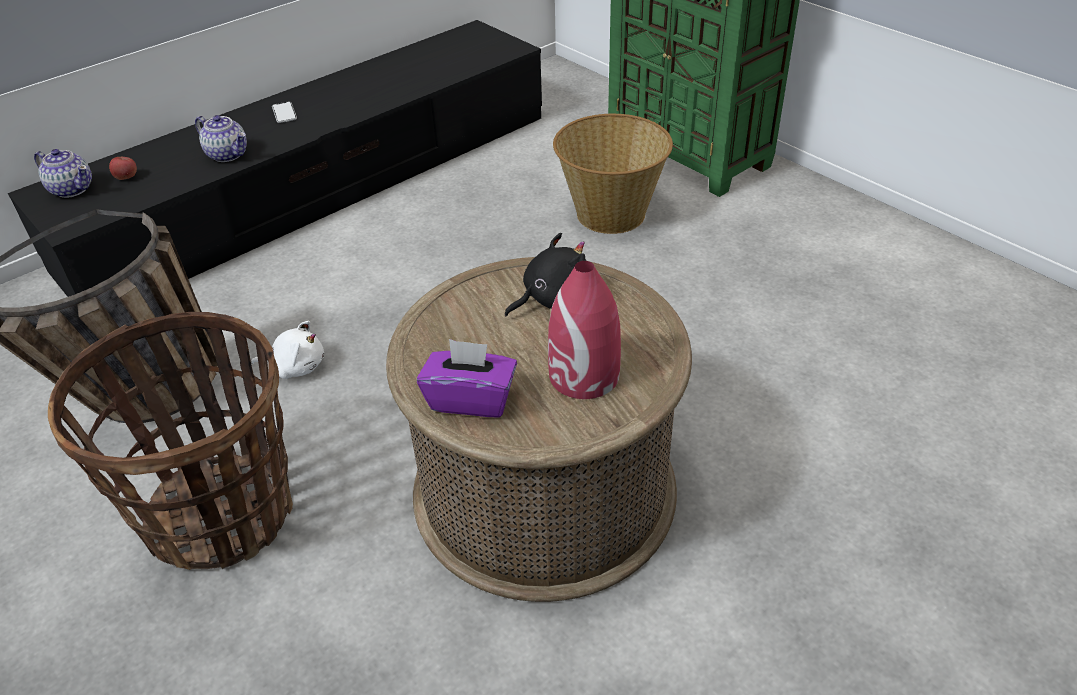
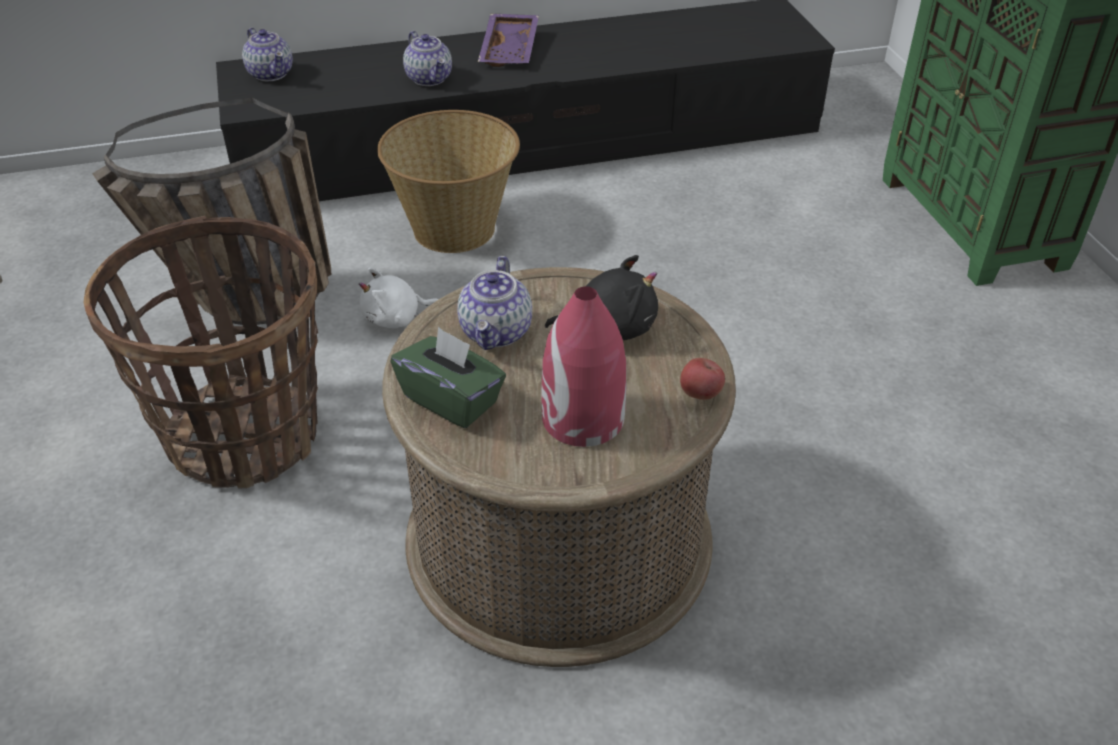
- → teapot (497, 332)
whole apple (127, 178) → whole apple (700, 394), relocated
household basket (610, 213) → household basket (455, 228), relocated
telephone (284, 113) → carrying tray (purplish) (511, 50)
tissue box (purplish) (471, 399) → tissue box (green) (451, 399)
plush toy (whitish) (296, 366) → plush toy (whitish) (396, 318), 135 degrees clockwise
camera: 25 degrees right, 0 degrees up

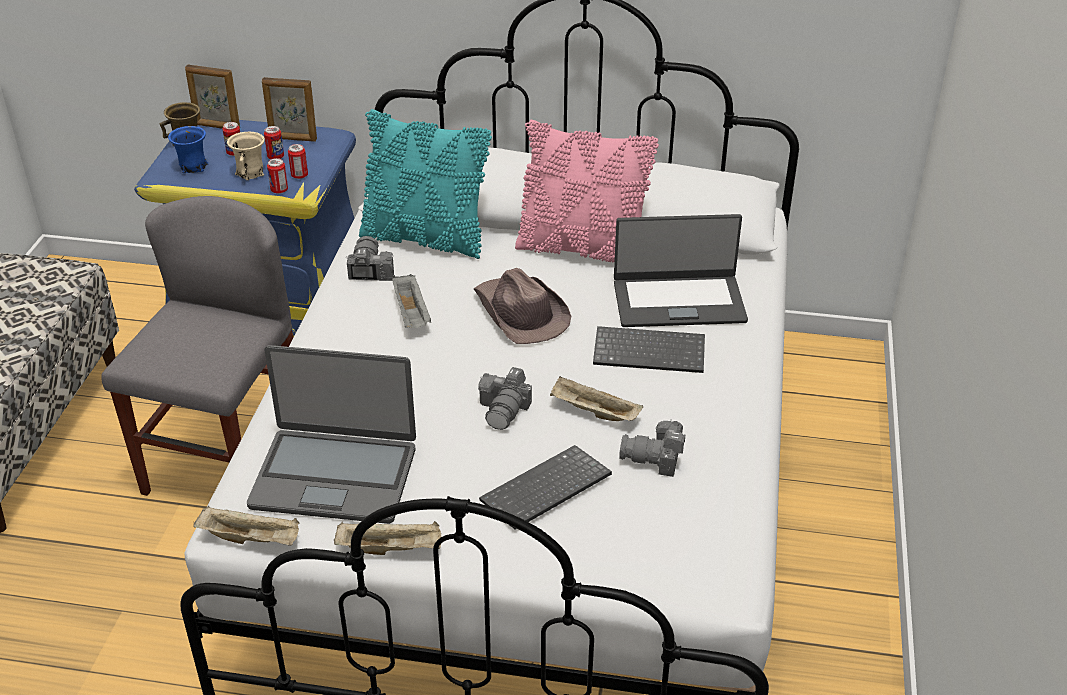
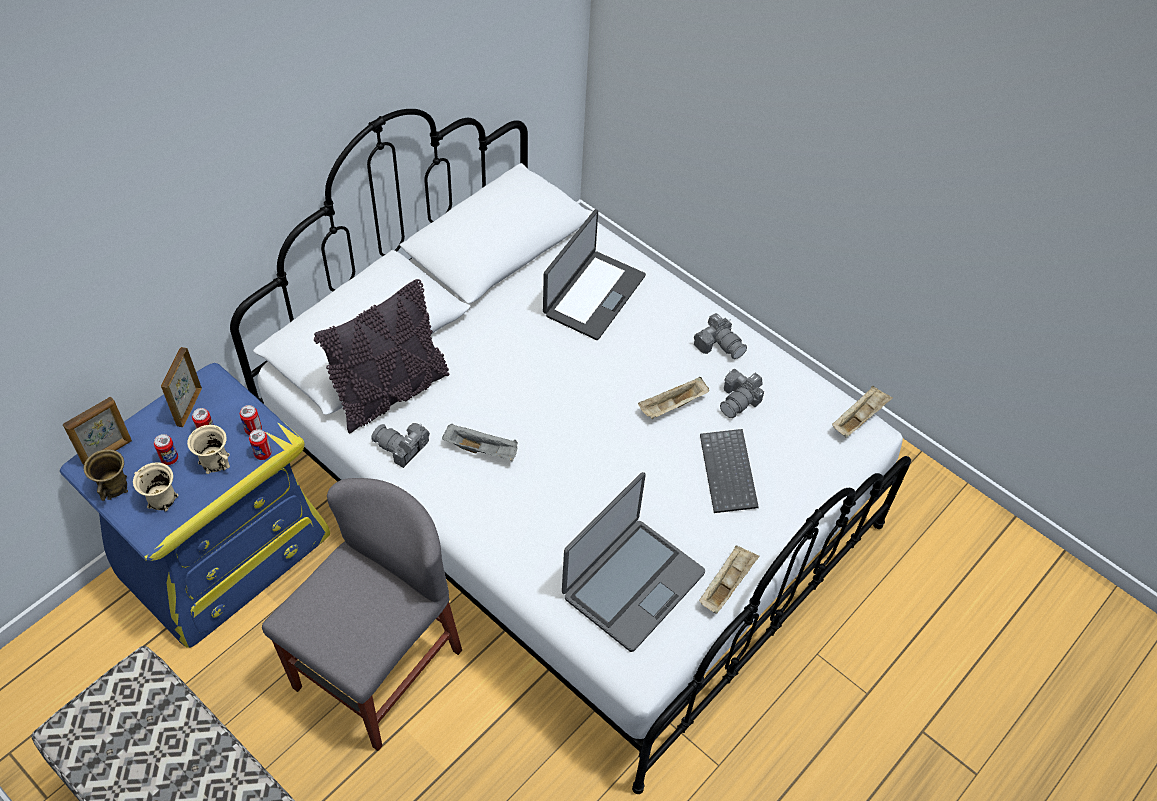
clothing hat (brownish) (520, 313) → -
throw pillow (pink) (583, 248) → -
computer keyboard (650, 351) → -
carrying tray (beige-coloured) (251, 538) → carrying tray (beige-coloured) (859, 418), relocated
photo camera (505, 409) → photo camera (719, 344), relocated
tea mug (blue-coloured) (192, 167) → tea mug (beige-coloured) (161, 499)
throw pillow (turquoise-coloured) (426, 238) → throw pillow (black) (390, 392)
upright chair (grey) (228, 459) → upright chair (grey) (377, 669), 75 degrees clockwise
standing frame (293, 139) → standing frame (188, 407), 150 degrees clockwise
camera: 60 degrees left, 15 degrees up

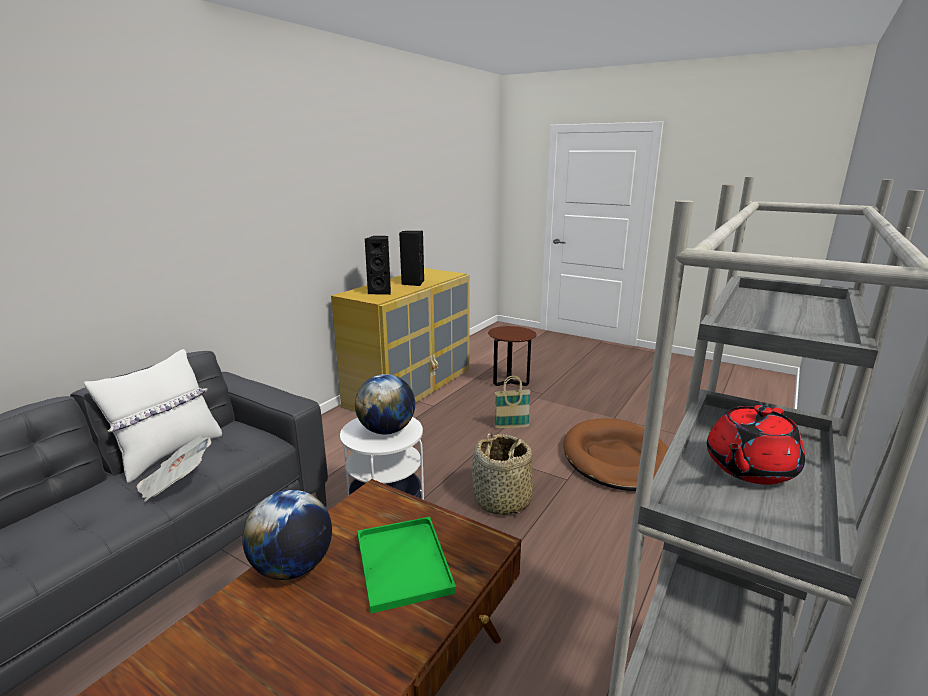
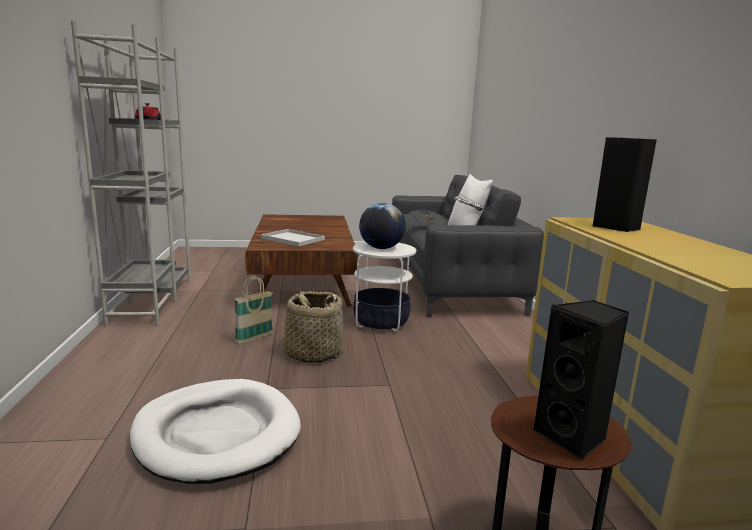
world globe (293, 567) → -
loudspeaker (black) (412, 283) → loudspeaker (black) (573, 438), relocated
household basket (511, 427) → household basket (254, 338), relocated
carrying tray (green) (401, 561) → carrying tray (whitish) (294, 239)
dog cushion (brownish) (616, 458) → dog cushion (whitish) (217, 434)
camera: 140 degrees right, 5 degrees down

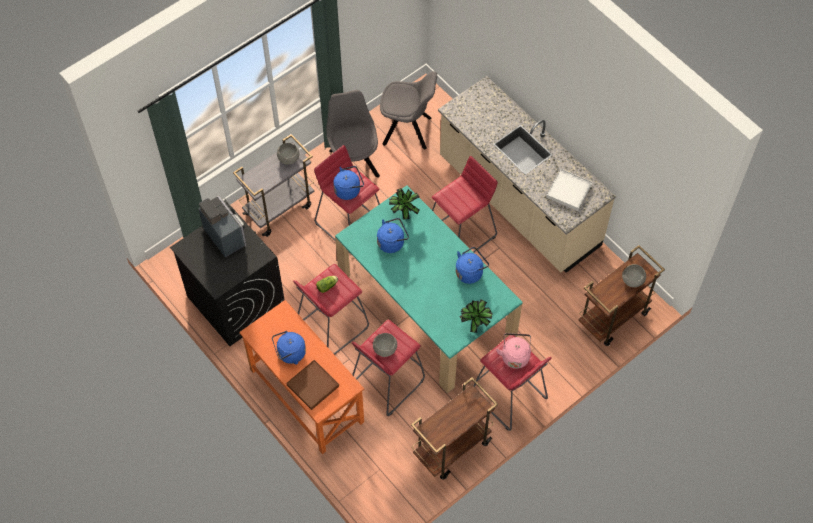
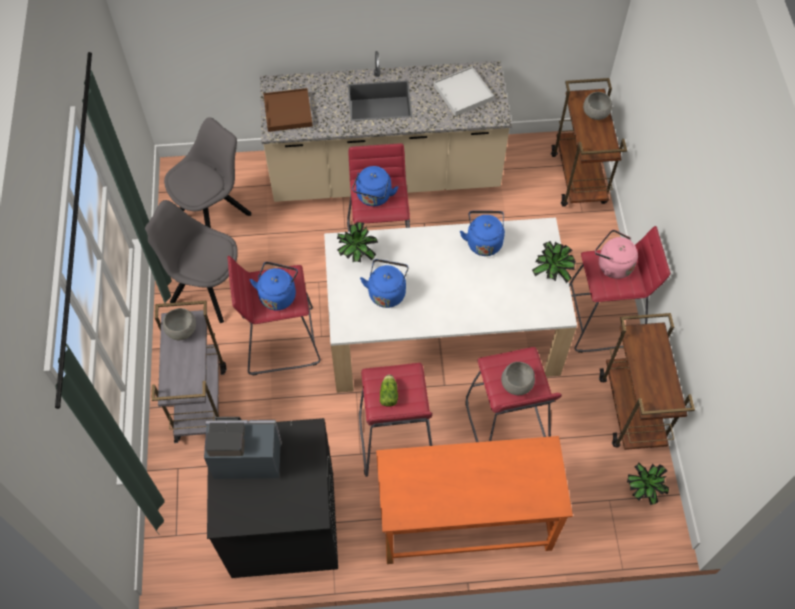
- → plant in a pot (642, 490)
kettle (blue-coloured) (290, 354) → kettle (blue-coloured) (373, 197), relocated
carrying tray (brownish) (313, 385) → carrying tray (brownish) (288, 112), relocated
kitchen table (turquoise-coloured) (426, 307) → kitchen table (whitish) (442, 332)
camera: 55 degrees left, 0 degrees up

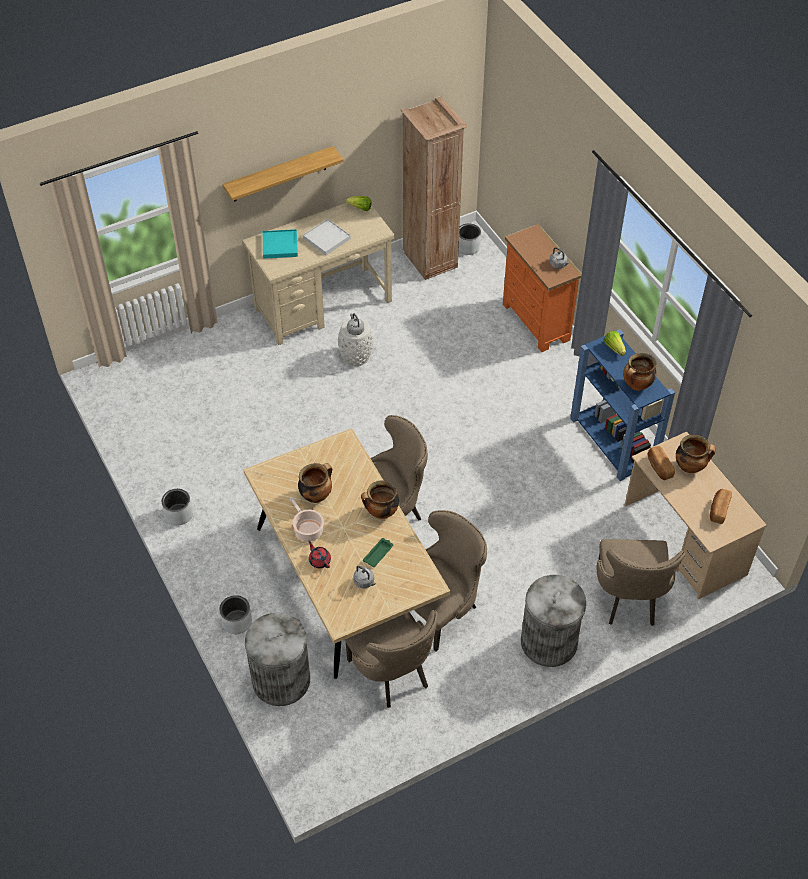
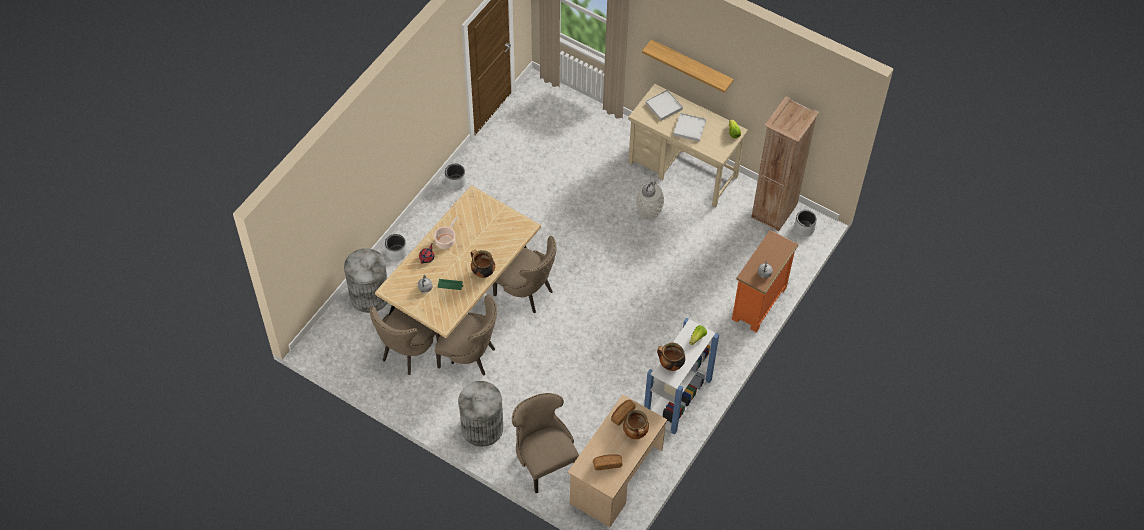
cooking pot (316, 495) → -
carrying tray (turquoise-coloured) (280, 245) → carrying tray (whitish) (664, 106)
shelving unit (blue-coloured) (613, 441) → shelving unit (whitish) (677, 398)
upright chair (beige-coloured) (629, 599) → upright chair (beige-coloured) (544, 461), 90 degrees clockwise
camera: 60 degrees right, 5 degrees up

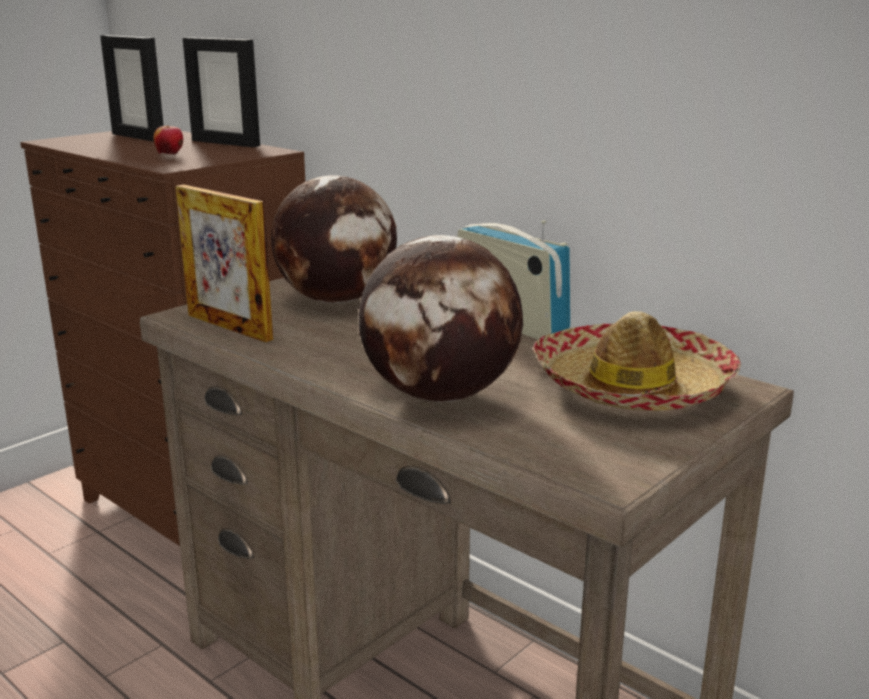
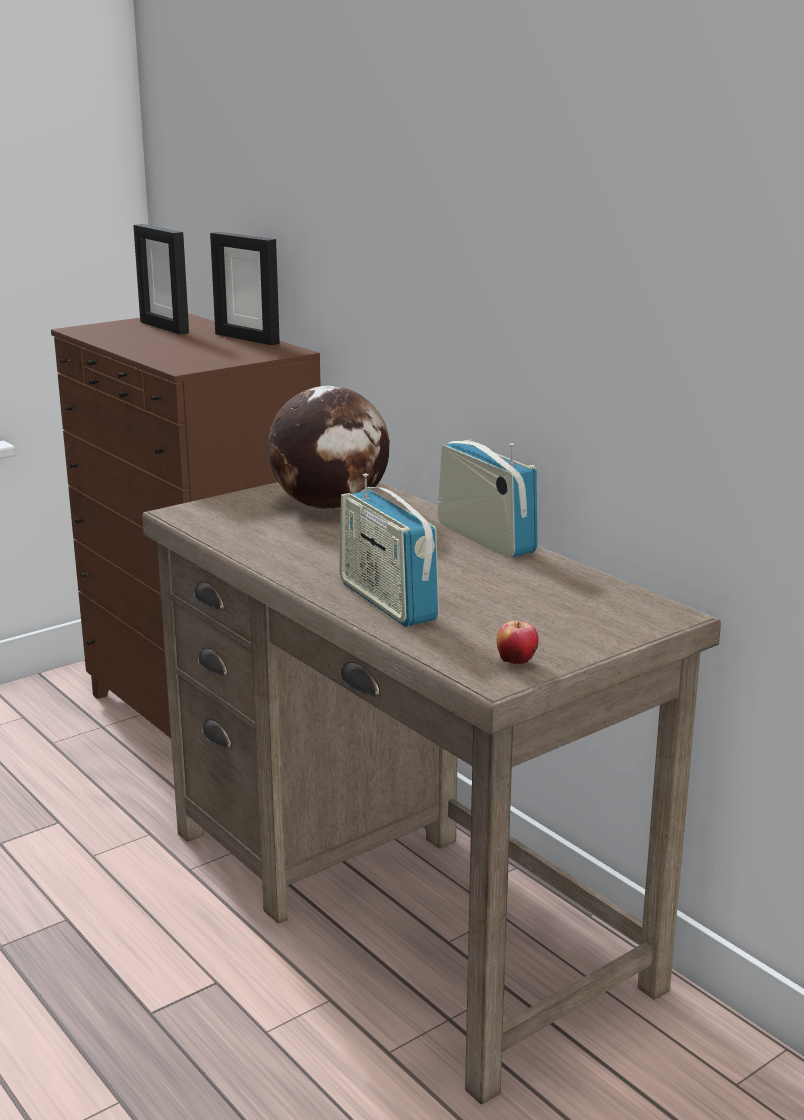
standing frame (229, 327) → -
clothing hat (632, 386) → -
whole apple (170, 155) → whole apple (516, 662), relocated
world globe (441, 395) → radio (387, 601)
camera: 10 degrees right, 0 degrees up

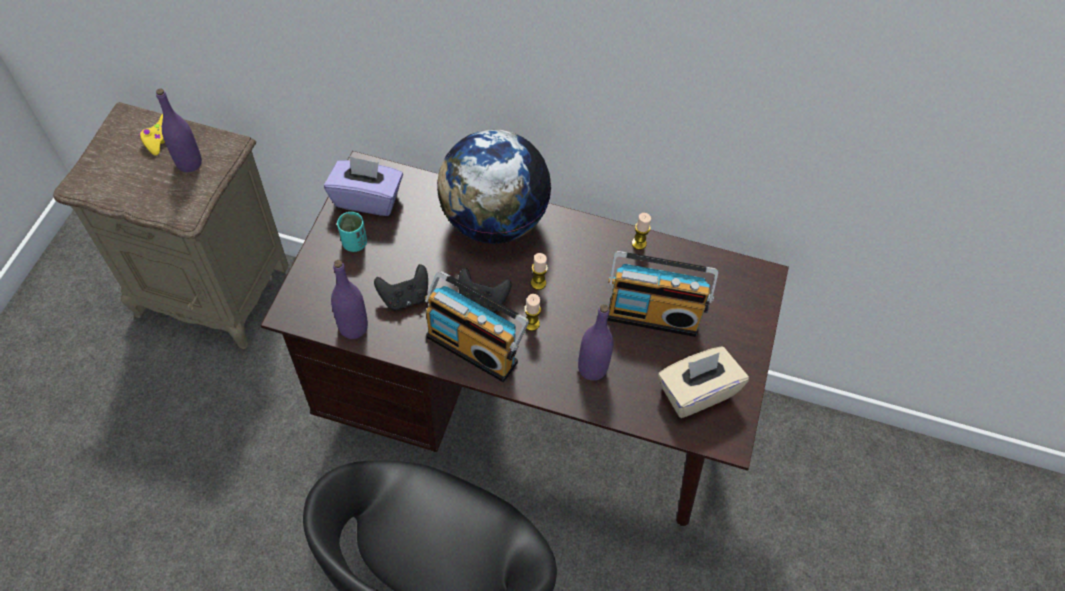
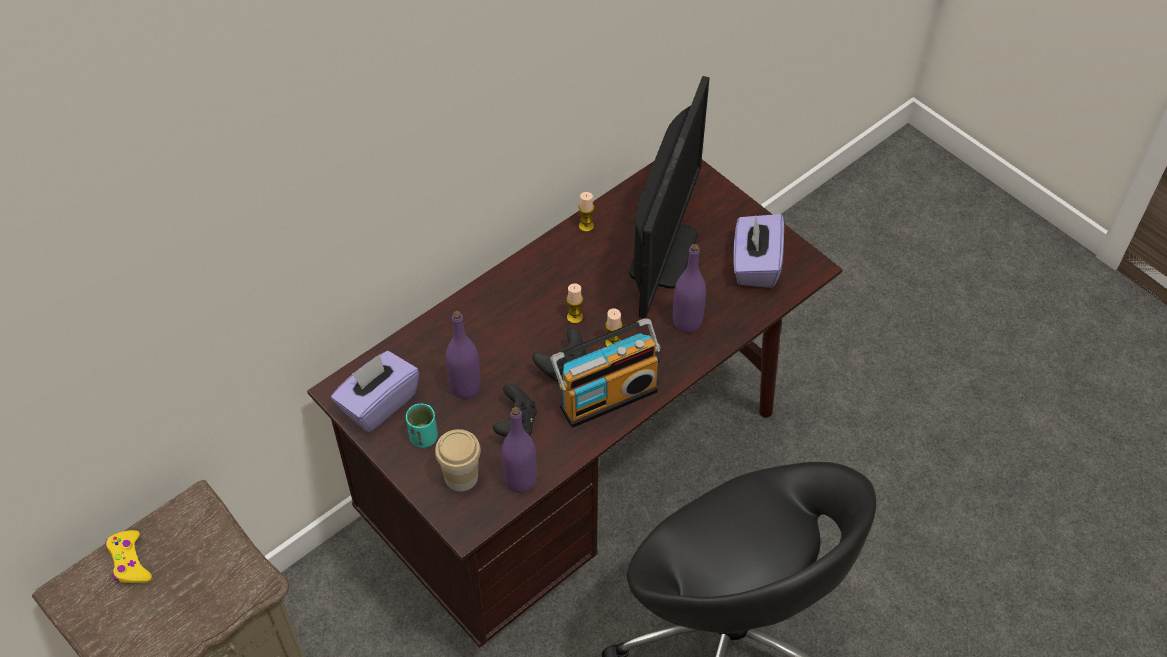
world globe (493, 220) → -
- → cup (461, 477)
bottle (purplish) (189, 163) → bottle (purplish) (465, 387), relocated
radio (653, 313) → computer display (663, 253)
tissue box (beige-coloured) (696, 391) → tissue box (purplish) (755, 265)
camera: 55 degrees left, 5 degrees down

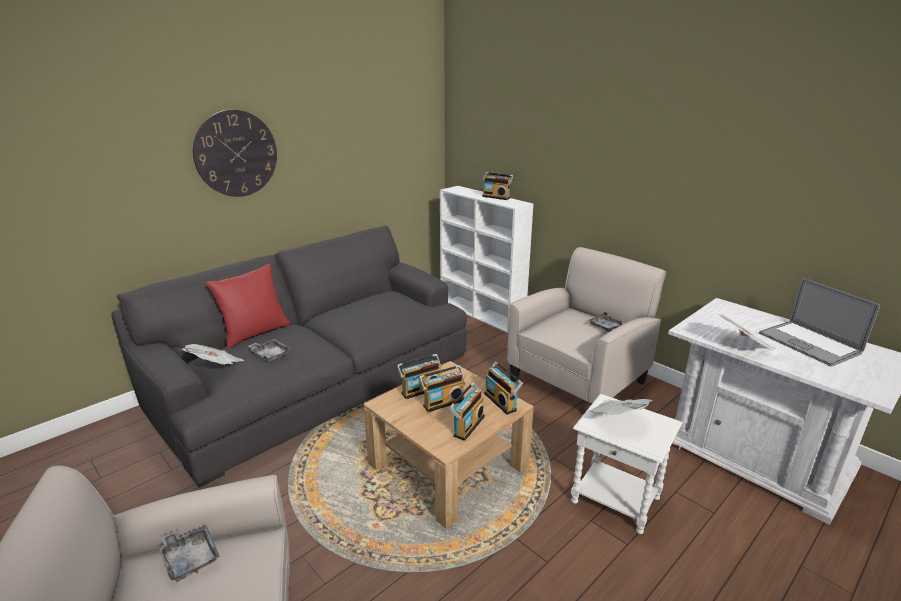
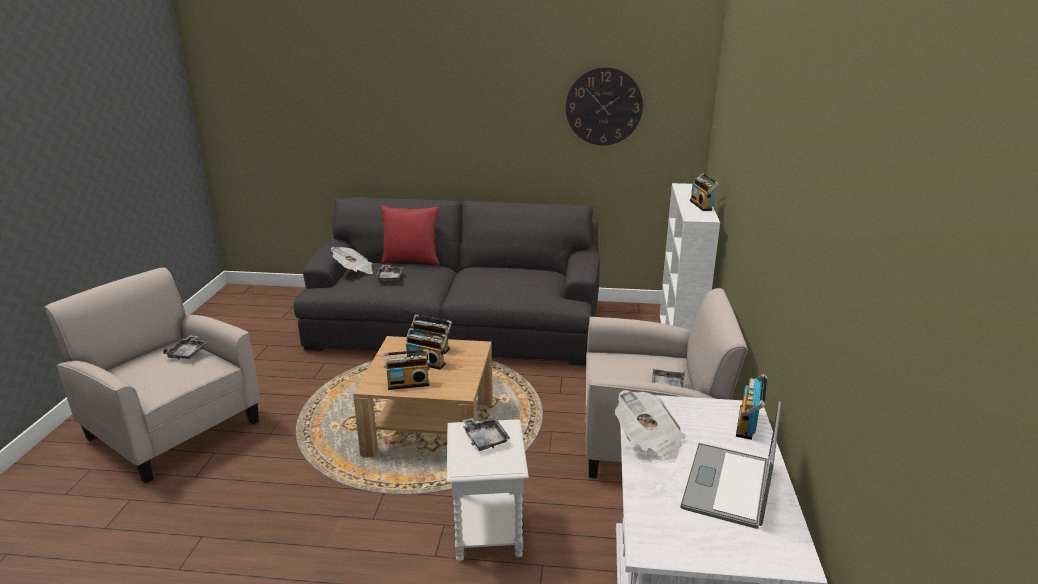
hanging clock (236, 154) → hanging clock (604, 106), relocated
radio (501, 401) → radio (748, 424), relocated
newspaper (617, 418) → carrying tray (grey) (485, 438)
camera: 50 degrees right, 0 degrees up

